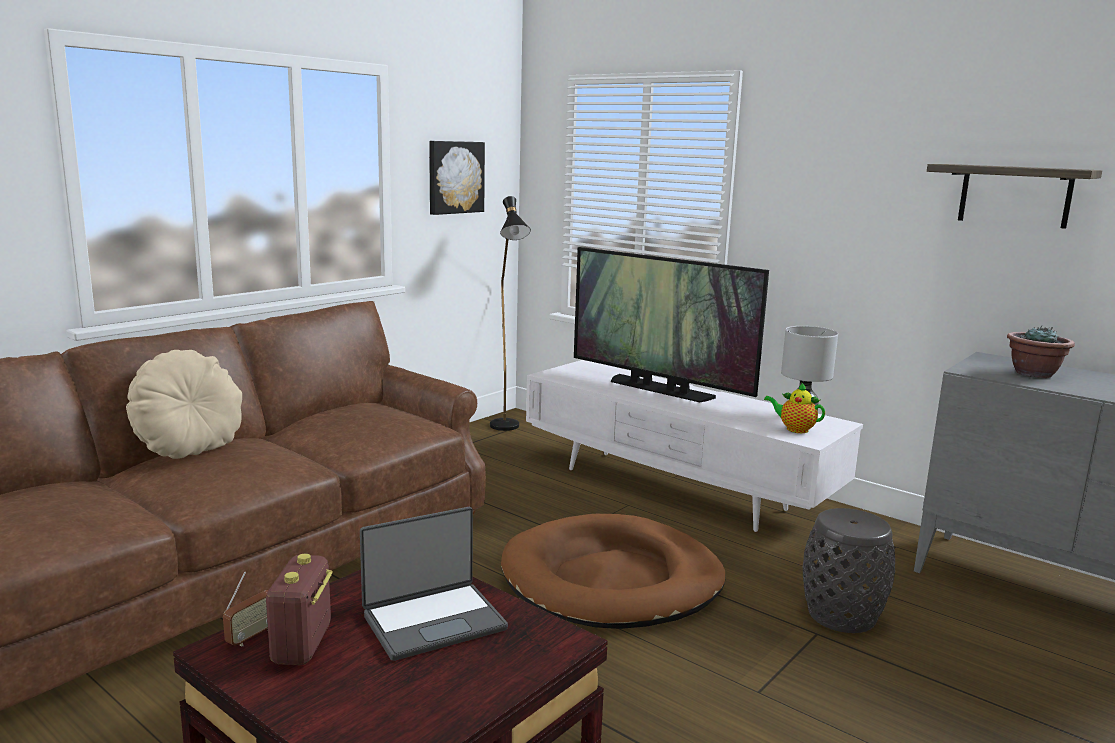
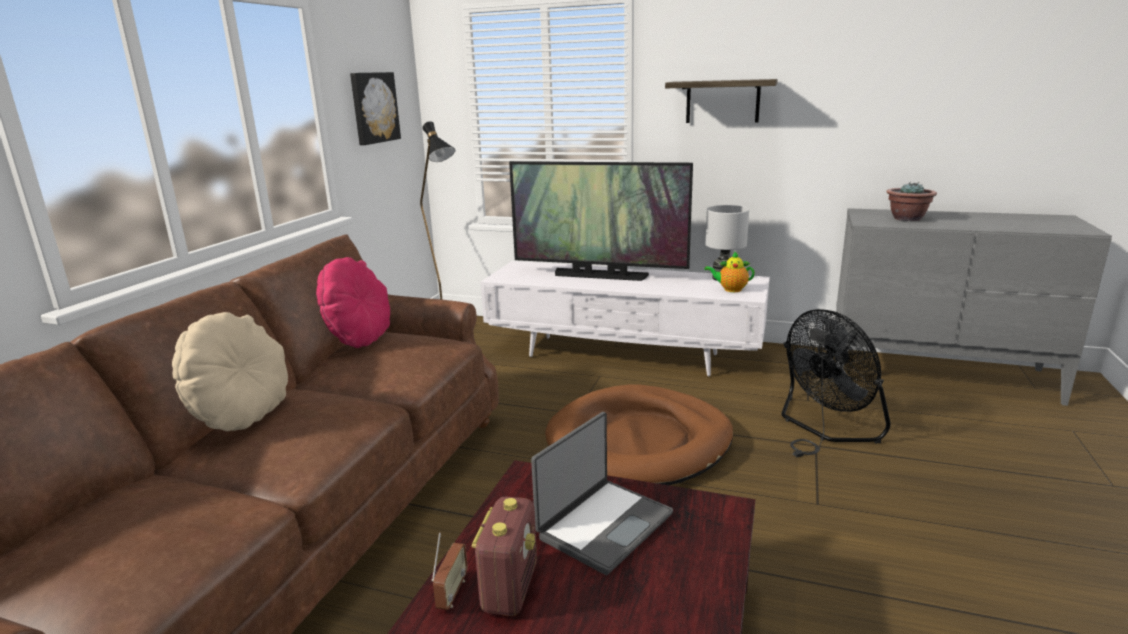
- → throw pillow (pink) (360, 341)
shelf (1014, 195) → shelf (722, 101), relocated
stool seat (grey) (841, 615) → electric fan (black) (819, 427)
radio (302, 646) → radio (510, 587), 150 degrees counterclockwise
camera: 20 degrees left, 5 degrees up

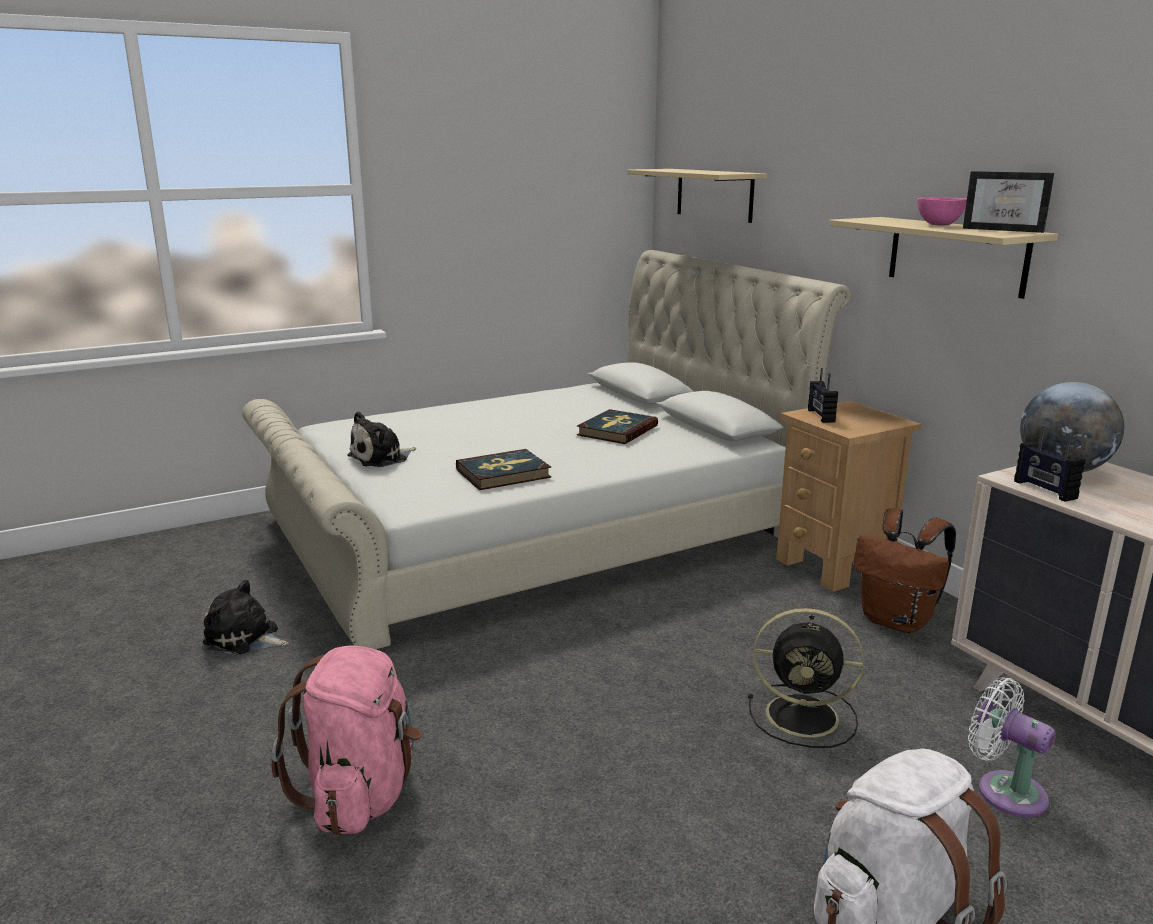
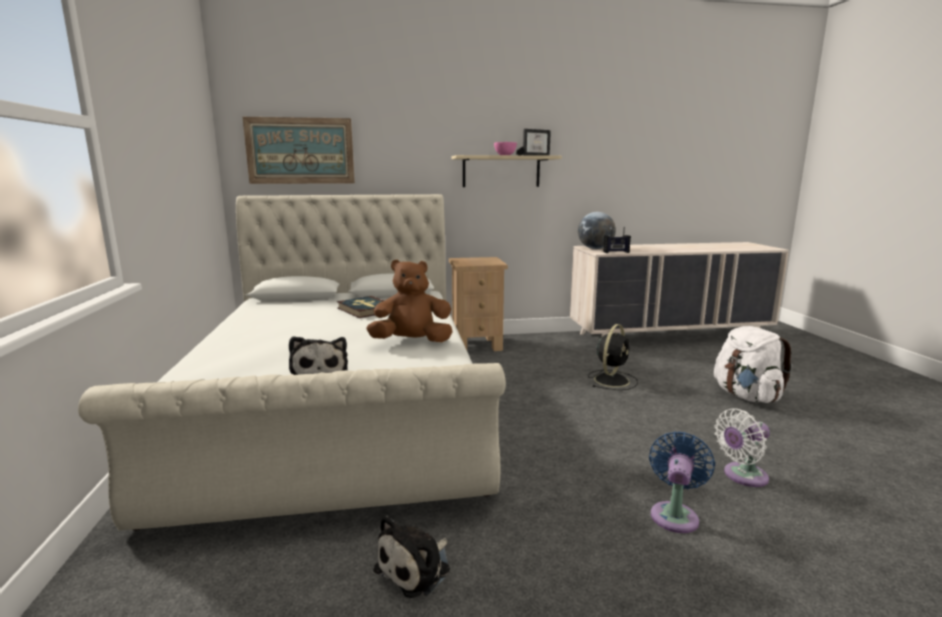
radio (820, 416) → -
rucksack (brownish) (898, 621) → -
electric fan (whitish) (1004, 790) → electric fan (whitish) (742, 476), relocated
rucksack (pink) (360, 794) → electric fan (blue-coloured) (675, 514)
volume (503, 473) → plush toy (brownish) (412, 342)
shelf (beige-coloured) (714, 194) → wall picture (300, 151)
camera: 70 degrees left, 5 degrees down

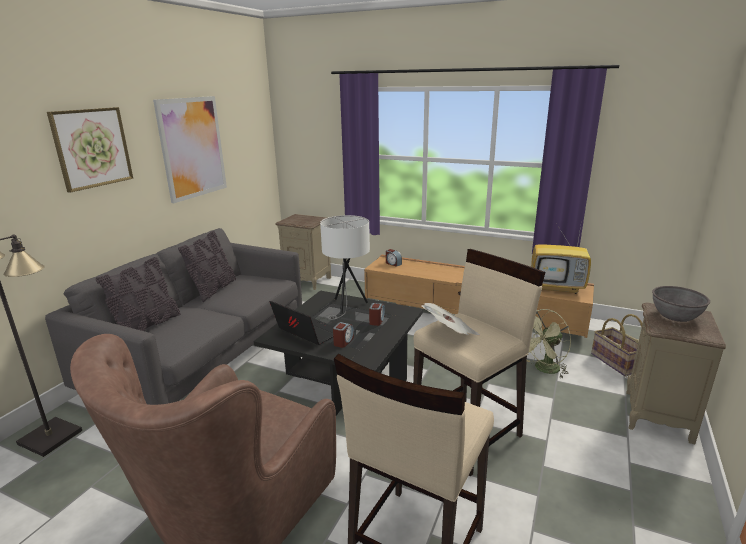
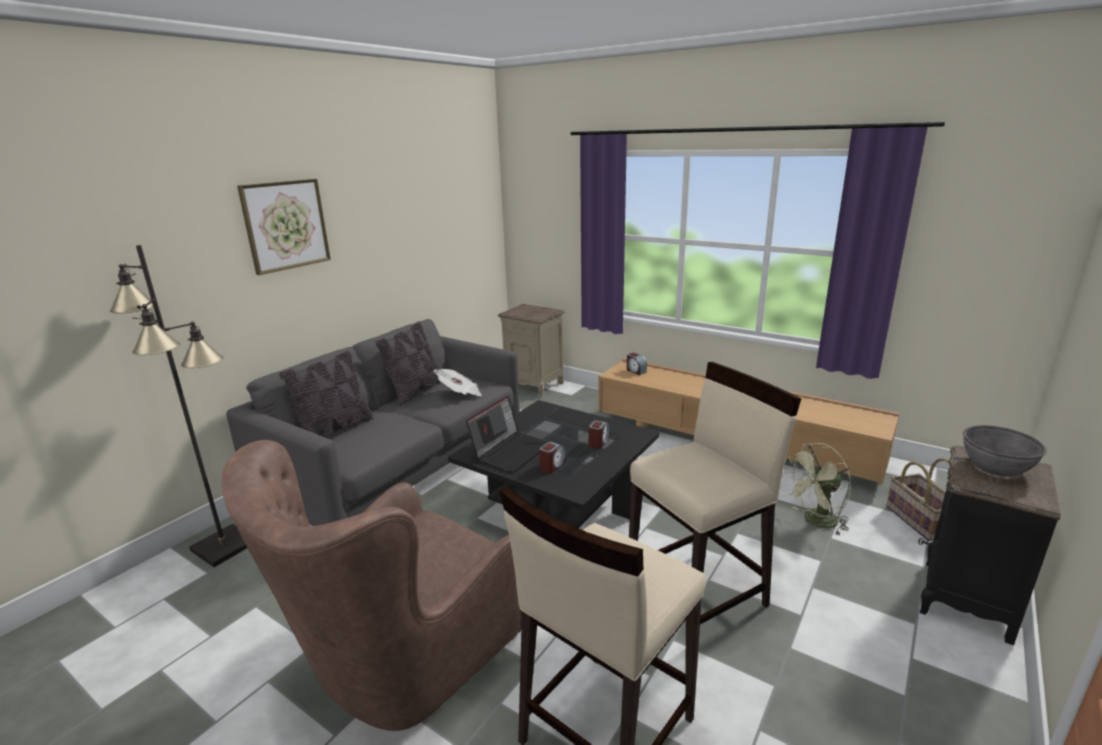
wall picture (192, 148) → -
tabletop lamp (whitish) (346, 306) → -
TV set (557, 287) → -
newspaper (450, 333) → newspaper (460, 394), relocated
bedside table (beige-coloured) (656, 416) → bedside table (black) (963, 600)
portable computer (306, 332) → portable computer (511, 451), 75 degrees clockwise
camera: 10 degrees right, 0 degrees up

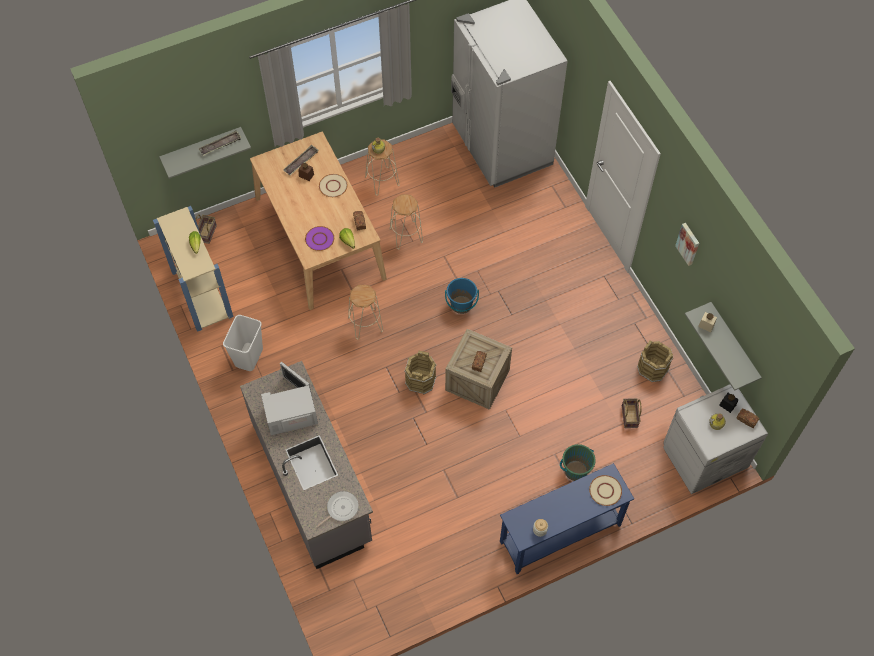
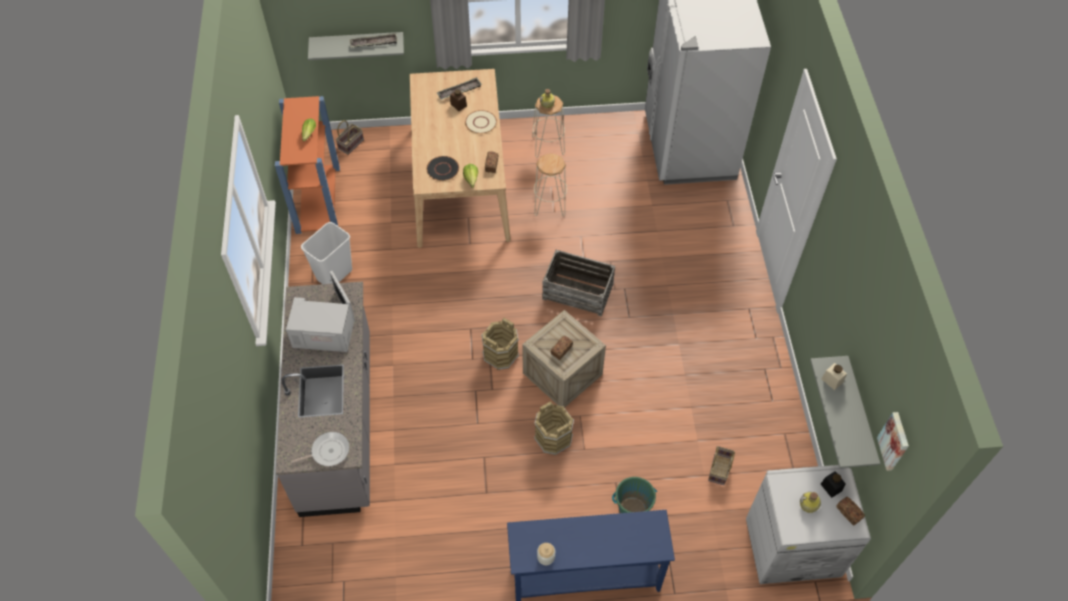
stool seat (beige-coloured) (365, 324) → -
flat dish (beige-coloured) (605, 491) → -
water bucket (brownish) (652, 368) → water bucket (brownish) (553, 438), relocated
wall picture (688, 243) → wall picture (895, 441), relocated
water bucket (blue-coloured) (461, 305) → packing crate (578, 291)
shelving unit (beige-coloured) (202, 293) → shelving unit (orange) (318, 198)
flat dish (purplish) (319, 239) → flat dish (black) (443, 169)
camera: 20 degrees right, 5 degrees down

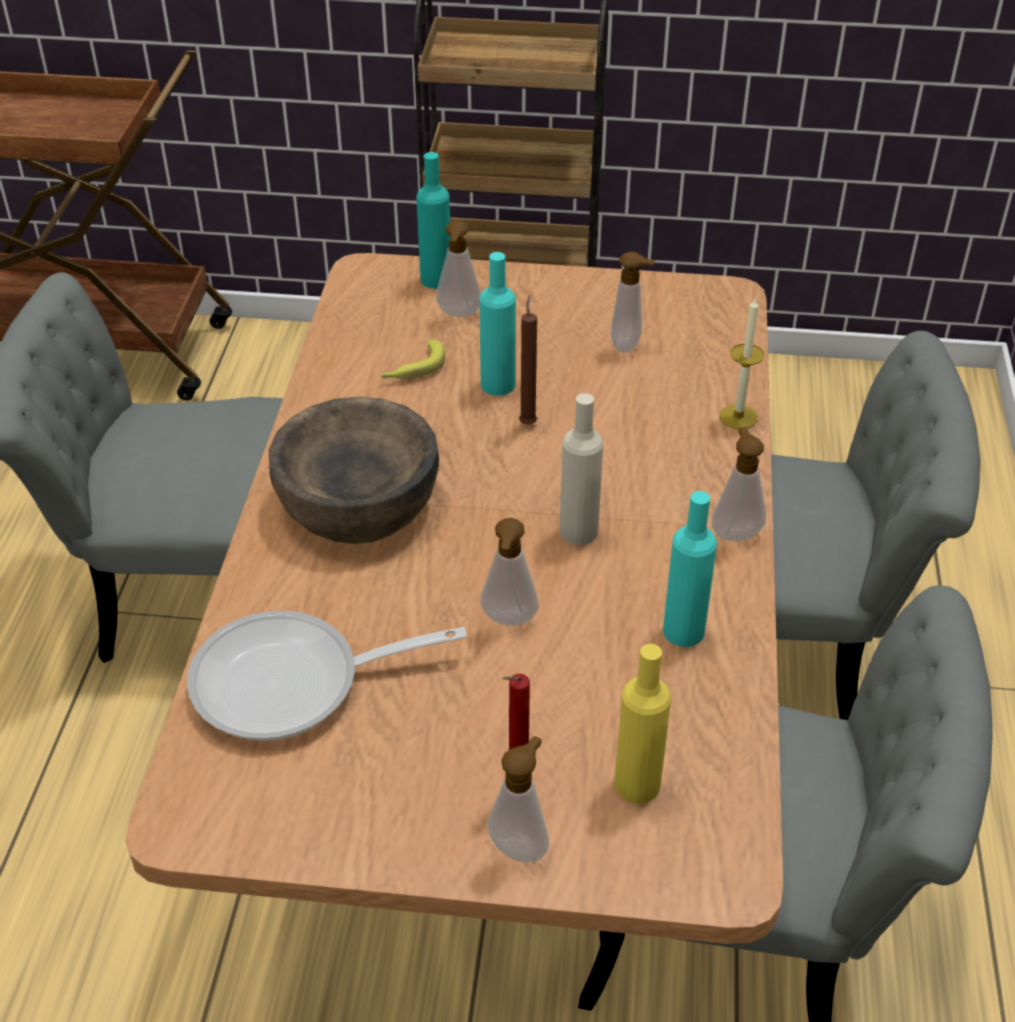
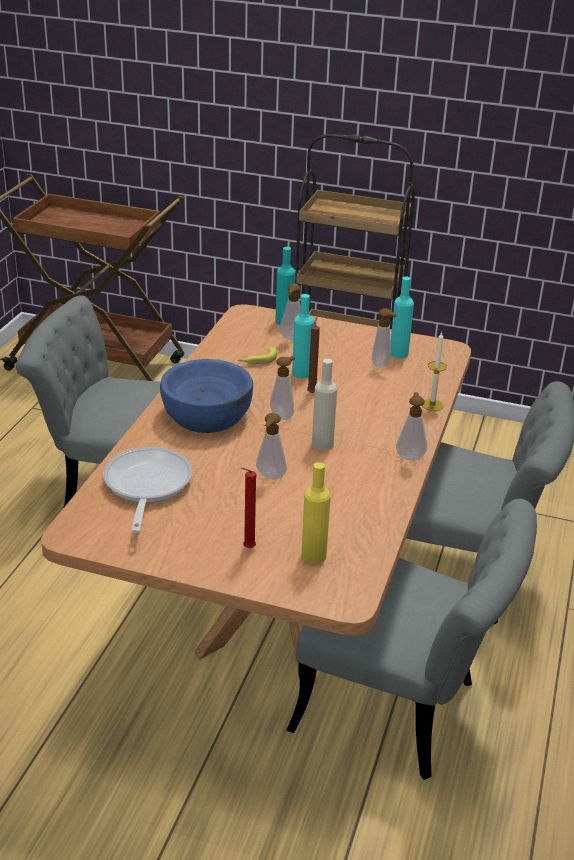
soap dispenser (520, 845) → soap dispenser (283, 415), relocated
bottle (turquoise-coloured) (683, 631) → bottle (turquoise-coloured) (398, 353), relocated
bowl (brownish) (358, 502) → bowl (blue-coloured) (207, 415)
frying pan (292, 684) → frying pan (146, 487), 90 degrees clockwise
camera: 10 degrees right, 10 degrees down

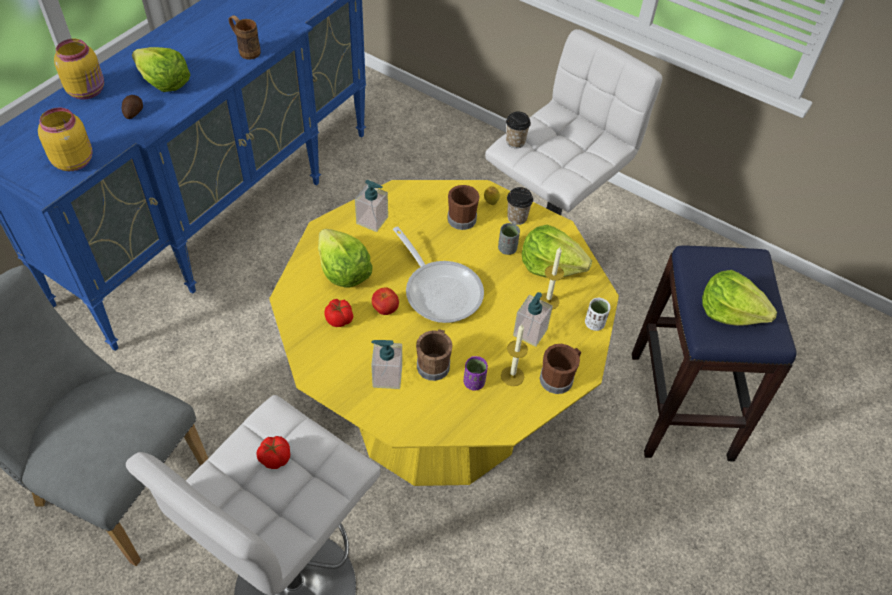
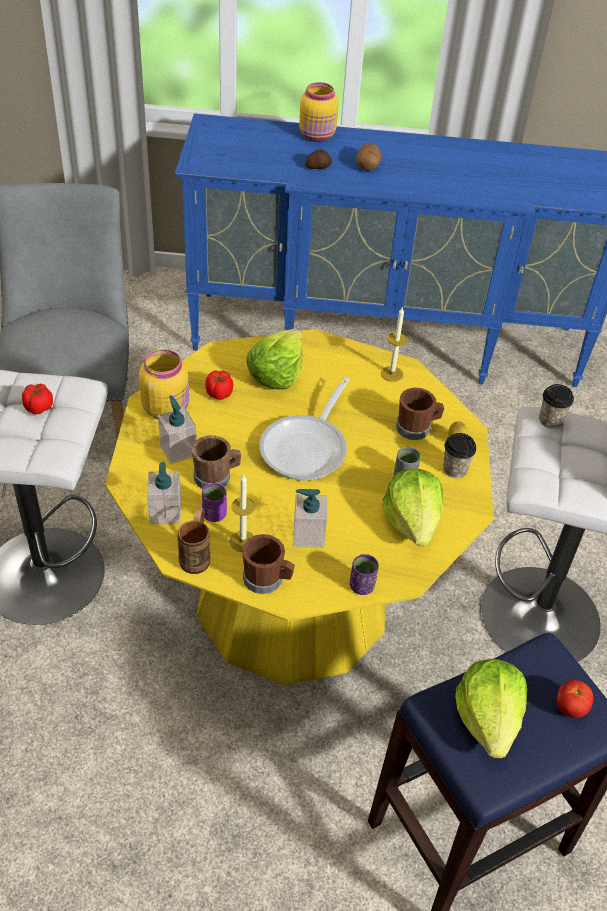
jar (yellow-coloured) (74, 160) → jar (yellow-coloured) (167, 408), relocated
tea mug (brownish) (246, 50) → tea mug (brownish) (197, 555), relocated
soap dispenser (372, 220) → soap dispenser (165, 512), relocated
tomato (385, 309) → tomato (570, 708), relocated
candle (548, 301) → candle (391, 374), relocated
lettuce (164, 83) → potato (367, 166)
cup (whitish) (594, 324) → cup (purplish) (362, 586)
camera: 60 degrees right, 5 degrees down

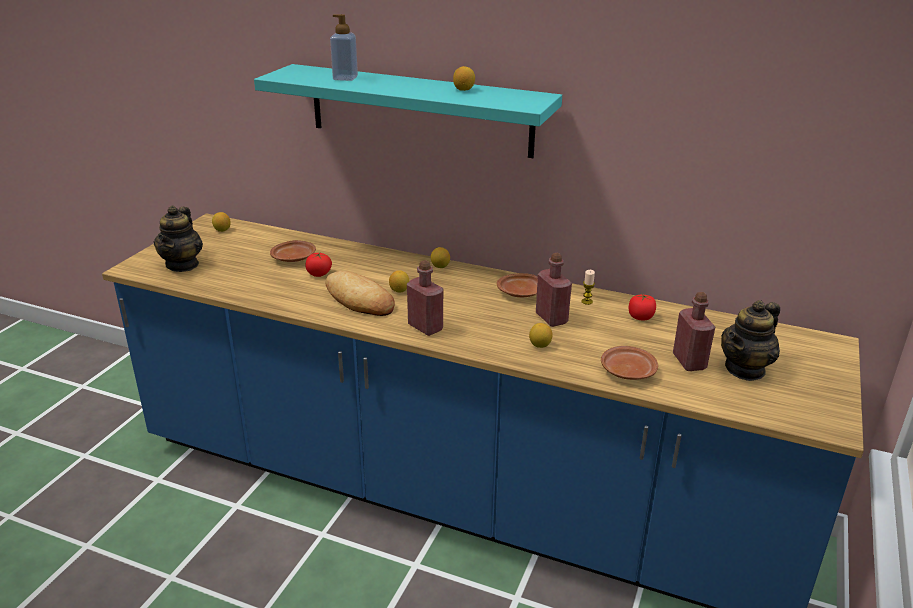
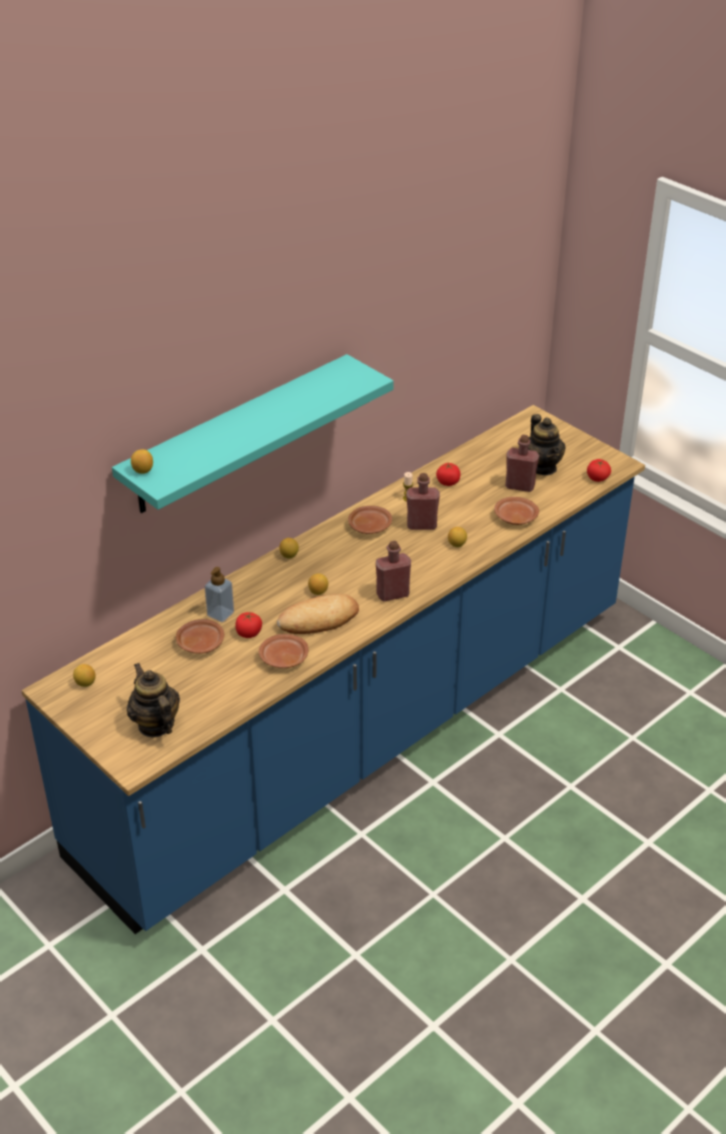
- → flat dish (brownish) (283, 658)
- → tomato (597, 478)
soap dispenser (345, 78) → soap dispenser (220, 614), relocated
whole lemon (463, 90) → whole lemon (143, 470), relocated
teapot (182, 265) → teapot (155, 725), 150 degrees counterclockwise
camera: 65 degrees left, 10 degrees up

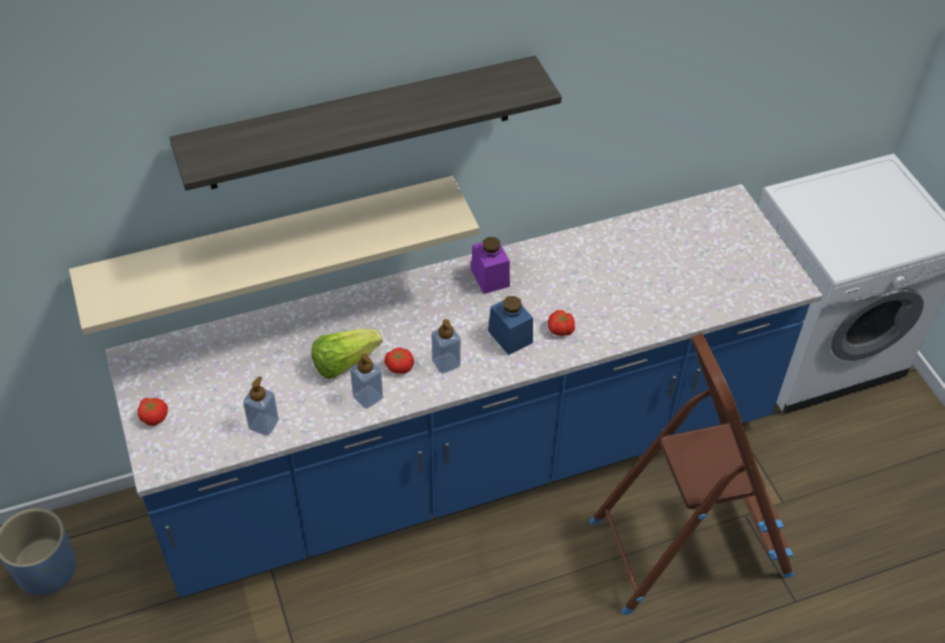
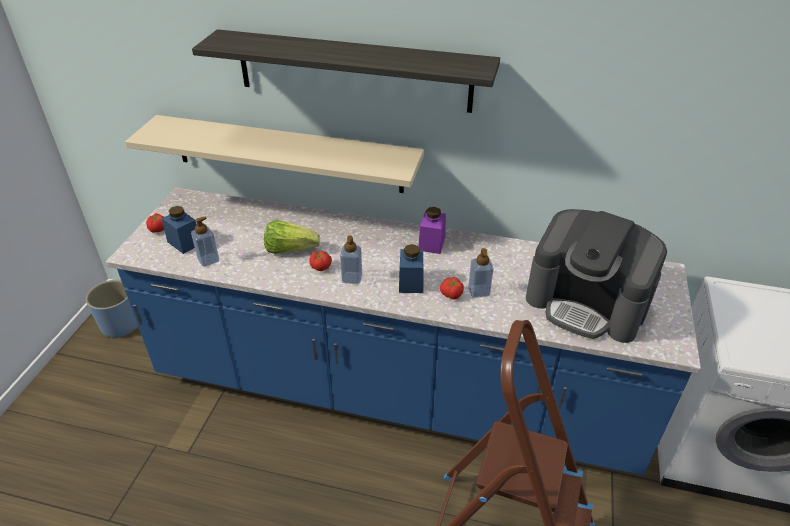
- → jar (blue-coloured) (184, 242)
- → coffee machine (587, 303)
soap dispenser (368, 397) → soap dispenser (479, 291), relocated
camera: 35 degrees right, 10 degrees down

